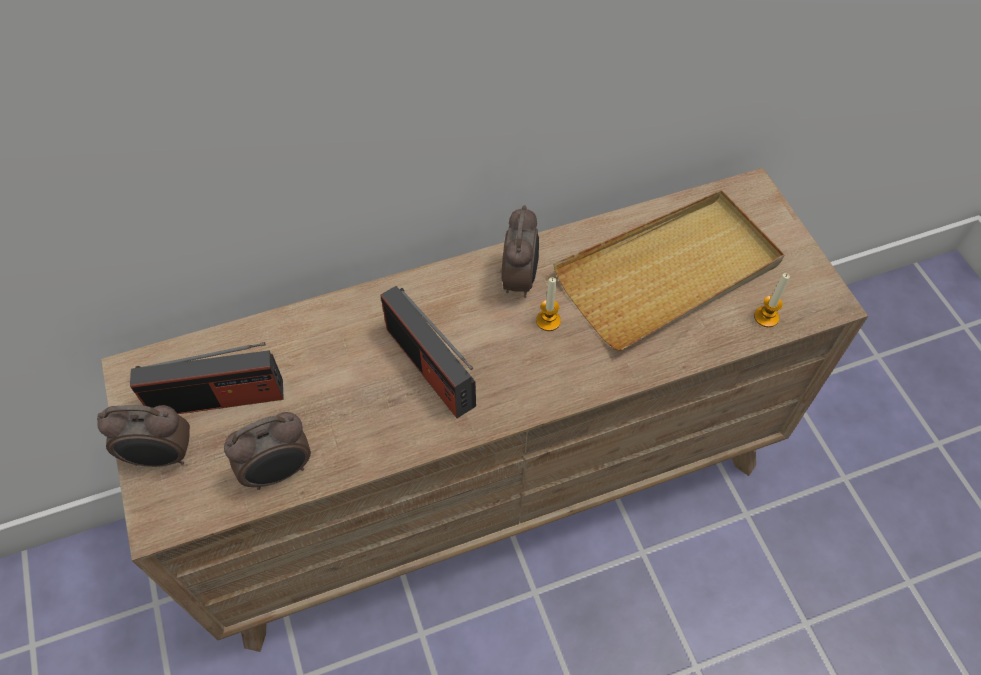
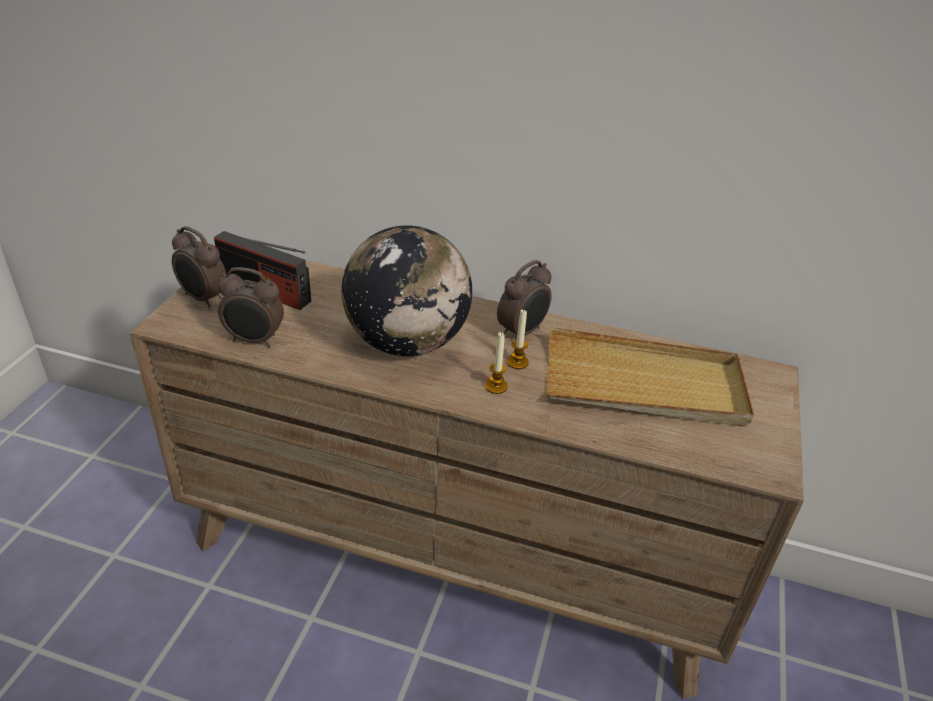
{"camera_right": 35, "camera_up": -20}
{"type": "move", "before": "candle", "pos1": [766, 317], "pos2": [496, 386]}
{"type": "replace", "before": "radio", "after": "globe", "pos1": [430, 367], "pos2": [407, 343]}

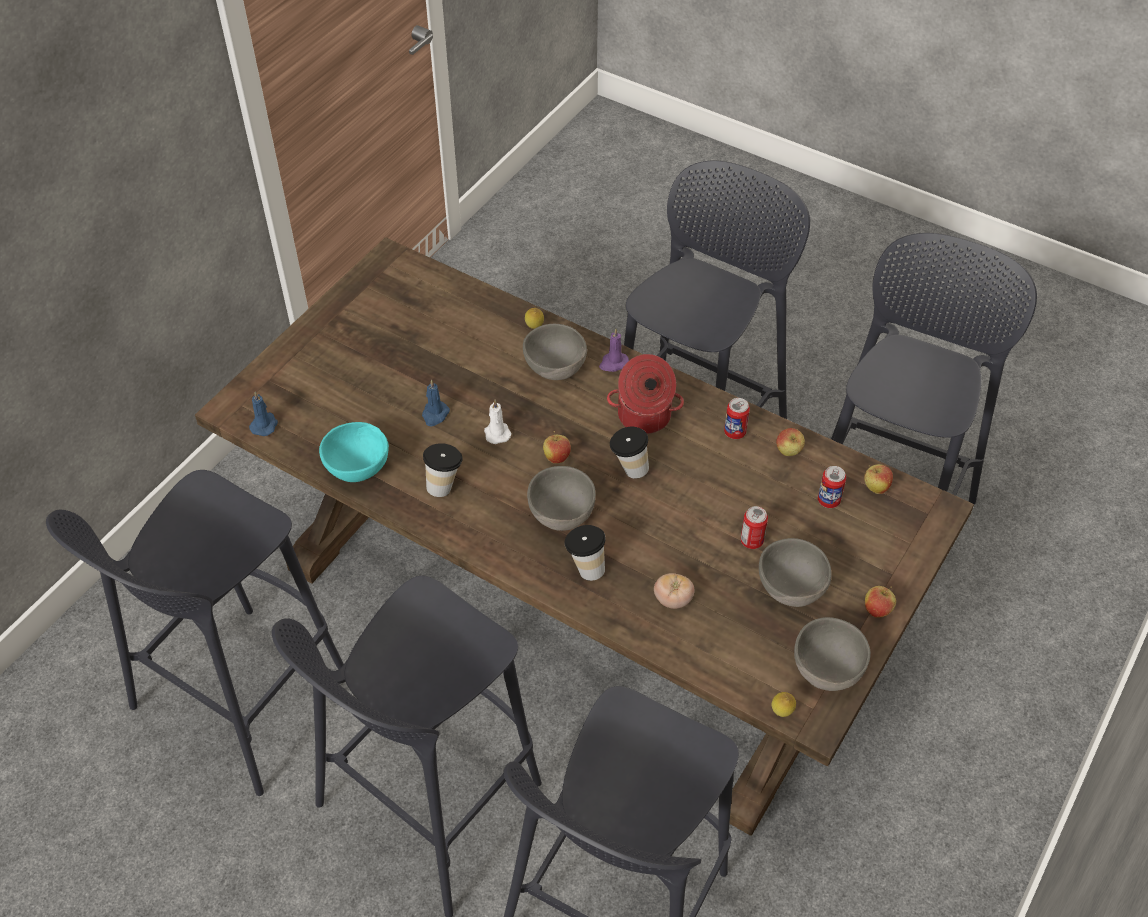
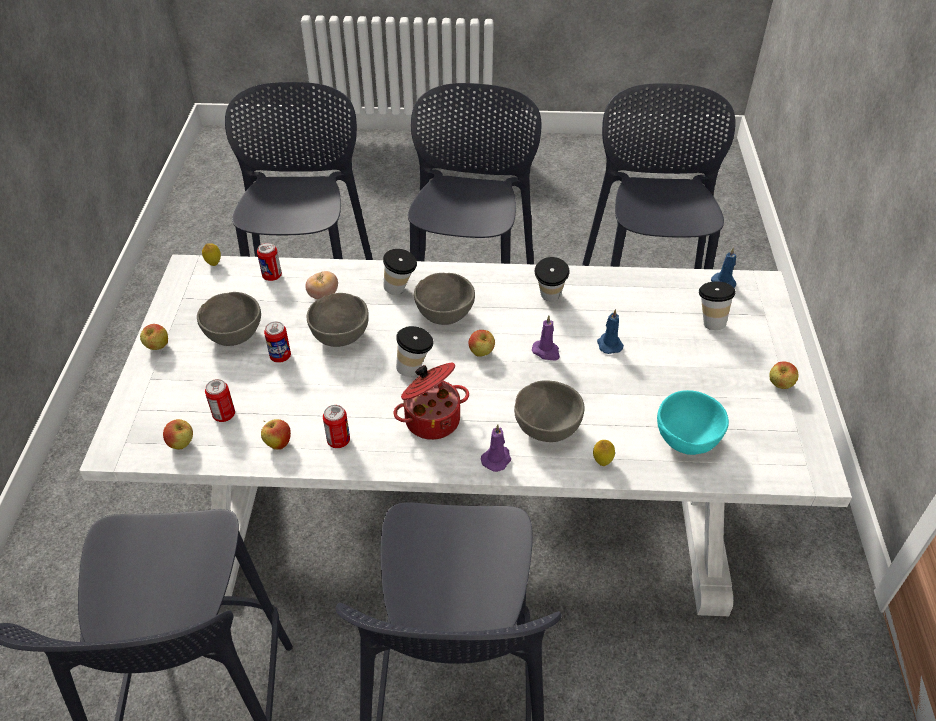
{"camera_right": 150, "camera_up": -5}
{"type": "recolor", "before": "brown_dining_table", "after": "white_dining_table", "pos1": [571, 601], "pos2": [469, 501]}
{"type": "recolor", "before": "white_candle", "after": "purple_candle", "pos1": [497, 432], "pos2": [546, 352]}
{"type": "move", "before": "turquoise_bowl", "pos1": [359, 469], "pos2": [685, 440]}
{"type": "move", "before": "grey_bowl", "pos1": [825, 670], "pos2": [341, 336]}
{"type": "insert", "after": "can", "pos2": [272, 276]}
{"type": "insert", "after": "cup", "pos2": [709, 321]}
{"type": "insert", "after": "apple", "pos2": [779, 385]}

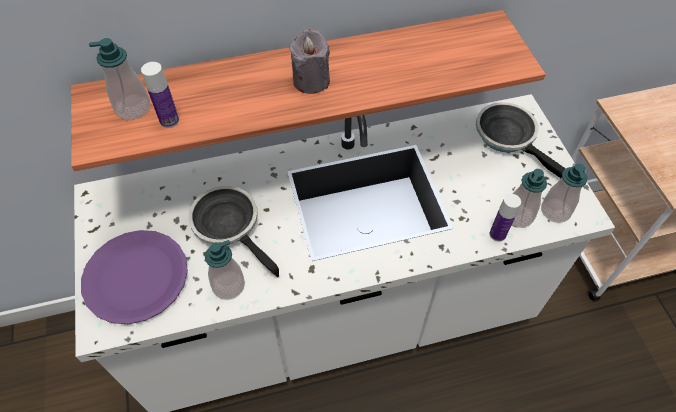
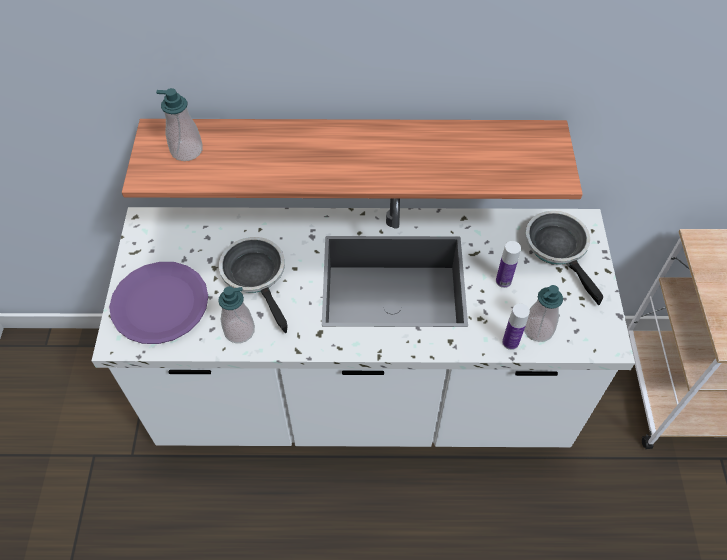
{"camera_right": 15, "camera_up": 0}
{"type": "delete", "before": "grey_candle", "pos1": [311, 81]}
{"type": "move", "before": "bottle", "pos1": [169, 120], "pos2": [503, 281]}
{"type": "delete", "before": "soap_dispenser", "pos1": [555, 211]}

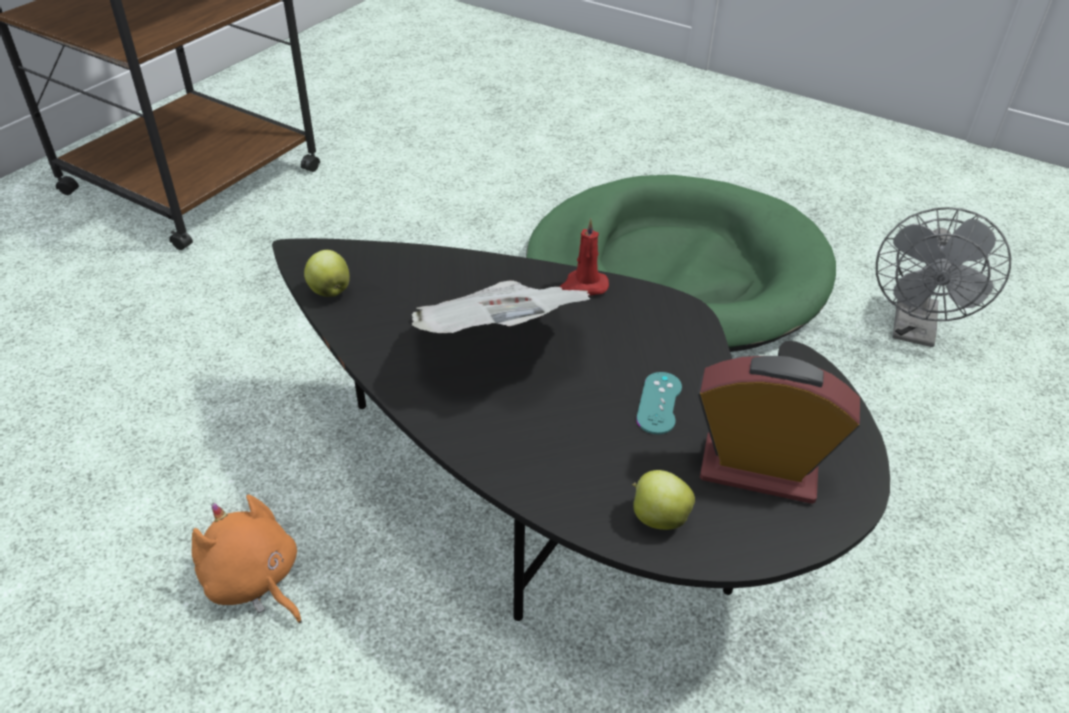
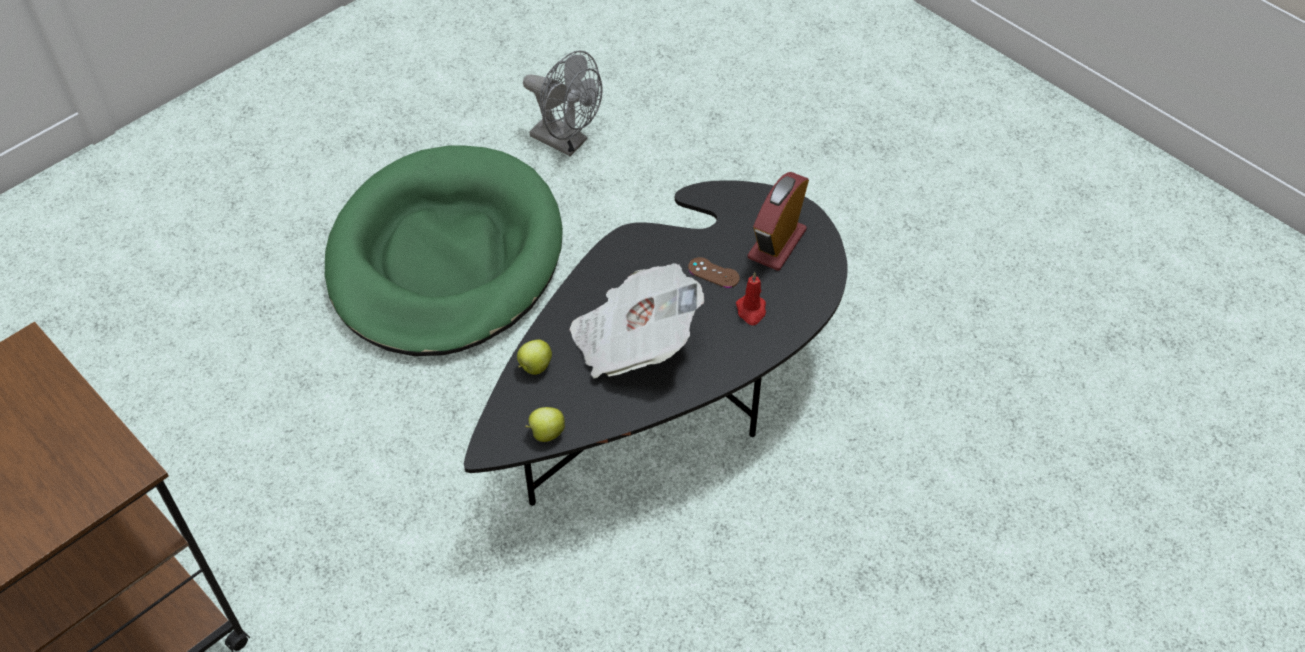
{"camera_right": -75, "camera_up": 10}
{"type": "move", "before": "red_candle", "pos1": [583, 286], "pos2": [751, 311]}
{"type": "recolor", "before": "turquoise_game_controller", "after": "brown_game_controller", "pos1": [659, 403], "pos2": [713, 273]}
{"type": "move", "before": "apple", "pos1": [657, 517], "pos2": [534, 367]}
{"type": "delete", "before": "orange_plush_toy", "pos1": [254, 581]}

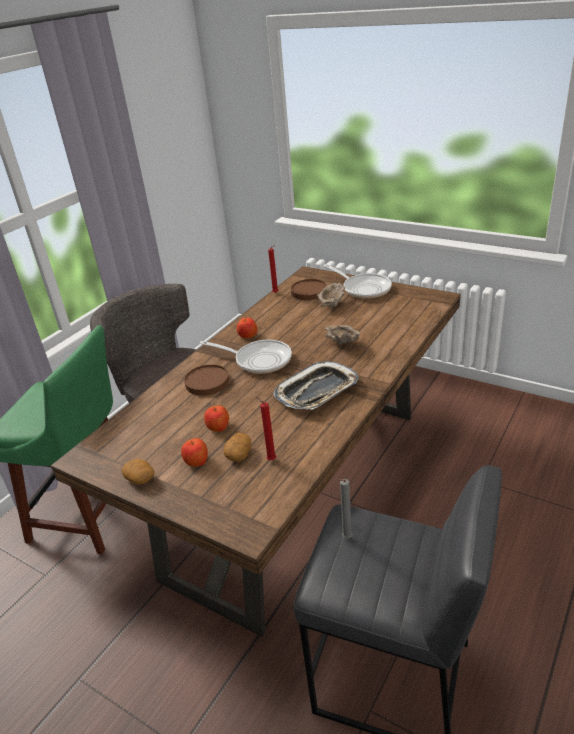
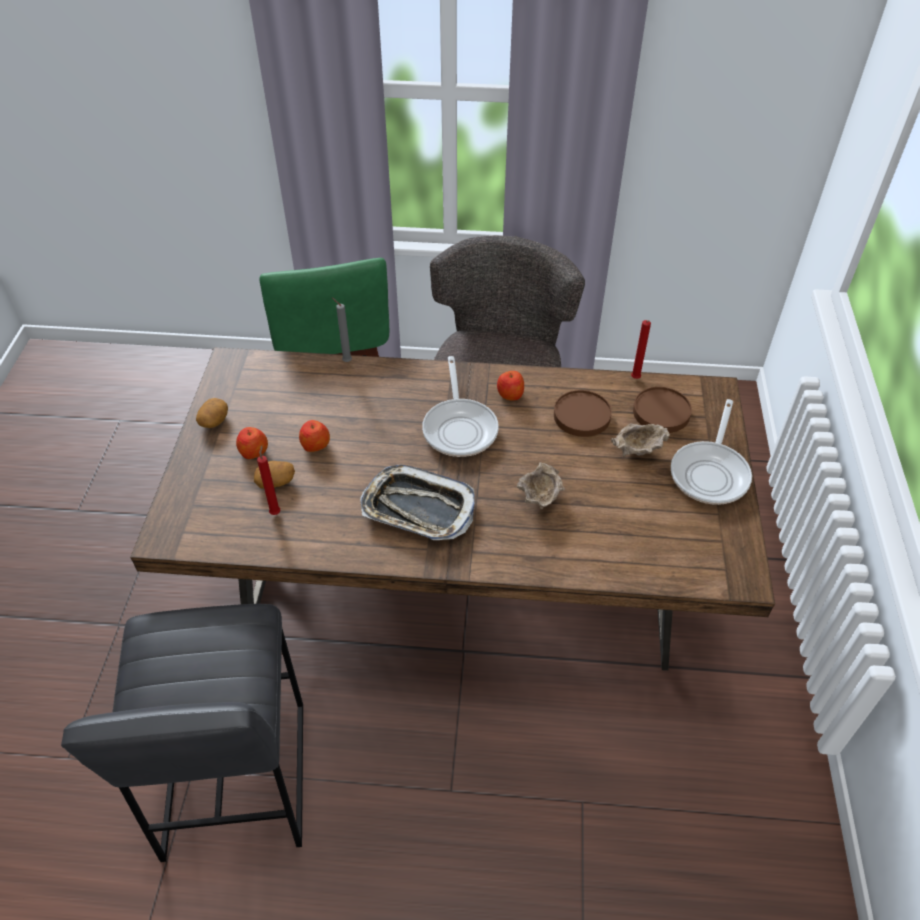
{"camera_right": 60, "camera_up": 15}
{"type": "move", "before": "brown_plate", "pos1": [207, 382], "pos2": [582, 416]}
{"type": "move", "before": "grey_candle", "pos1": [345, 538], "pos2": [345, 361]}

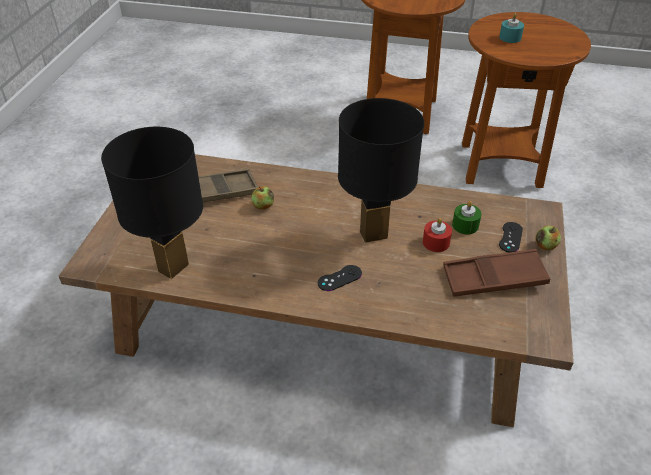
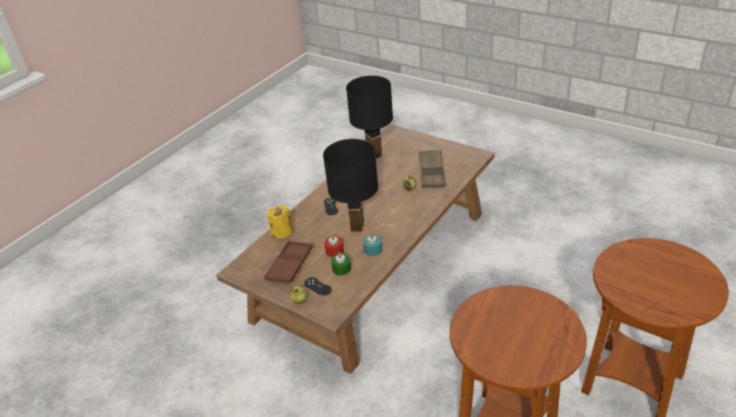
{"camera_right": 115, "camera_up": -5}
{"type": "move", "before": "turquoise_candle", "pos1": [510, 38], "pos2": [373, 250]}
{"type": "insert", "after": "yellow_candle", "pos2": [282, 232]}

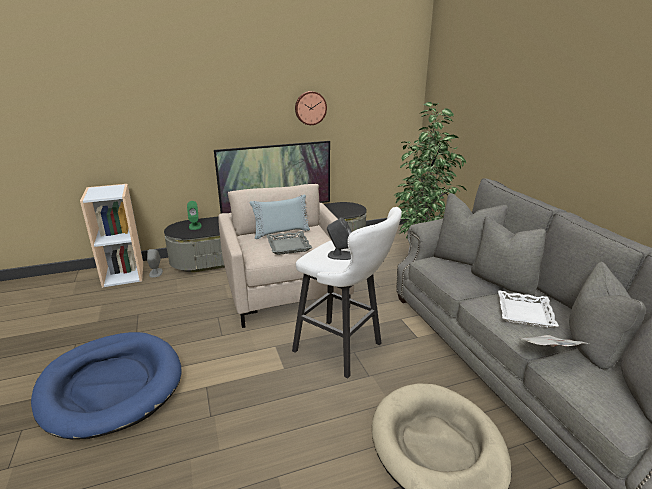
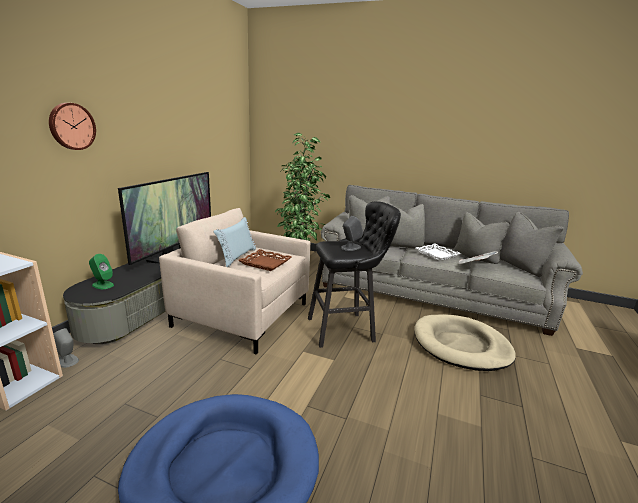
{"camera_right": -50, "camera_up": -5}
{"type": "move", "before": "wall_clock", "pos1": [310, 108], "pos2": [71, 126]}
{"type": "recolor", "before": "white_stool", "after": "black_stool", "pos1": [346, 351], "pos2": [348, 329]}
{"type": "recolor", "before": "grey_tray", "after": "brown_tray", "pos1": [288, 246], "pos2": [265, 263]}

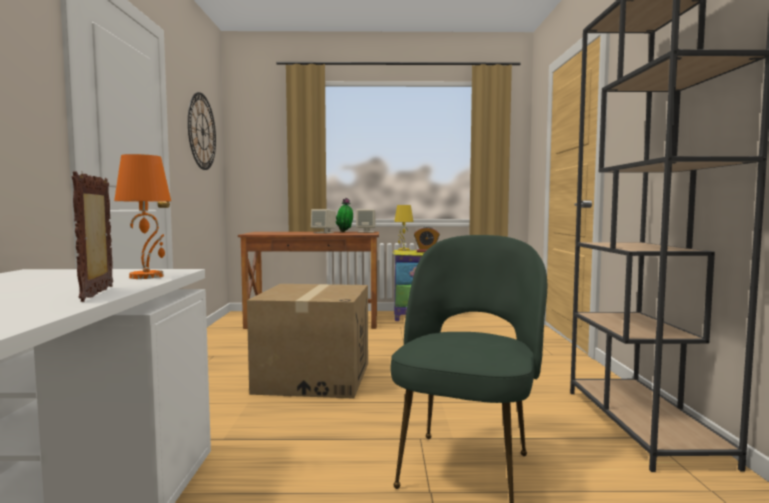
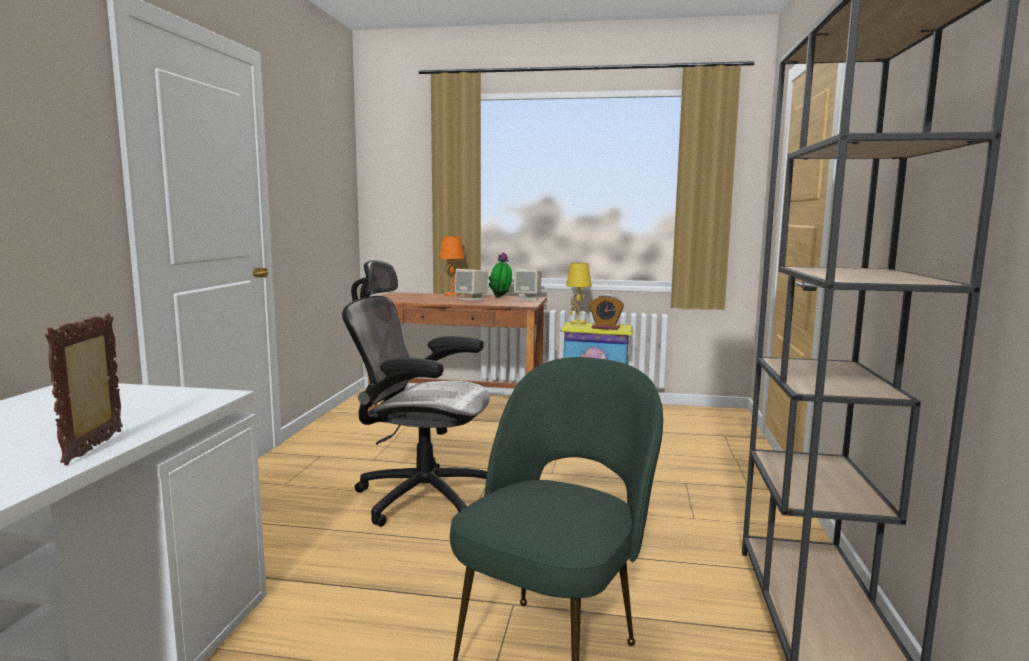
{"camera_right": 10, "camera_up": 5}
{"type": "delete", "before": "wall_clock", "pos1": [202, 131]}
{"type": "move", "before": "orange_table_lamp", "pos1": [147, 276], "pos2": [452, 295]}
{"type": "replace", "before": "cardboard_box", "after": "office_chair", "pos1": [313, 377], "pos2": [423, 499]}

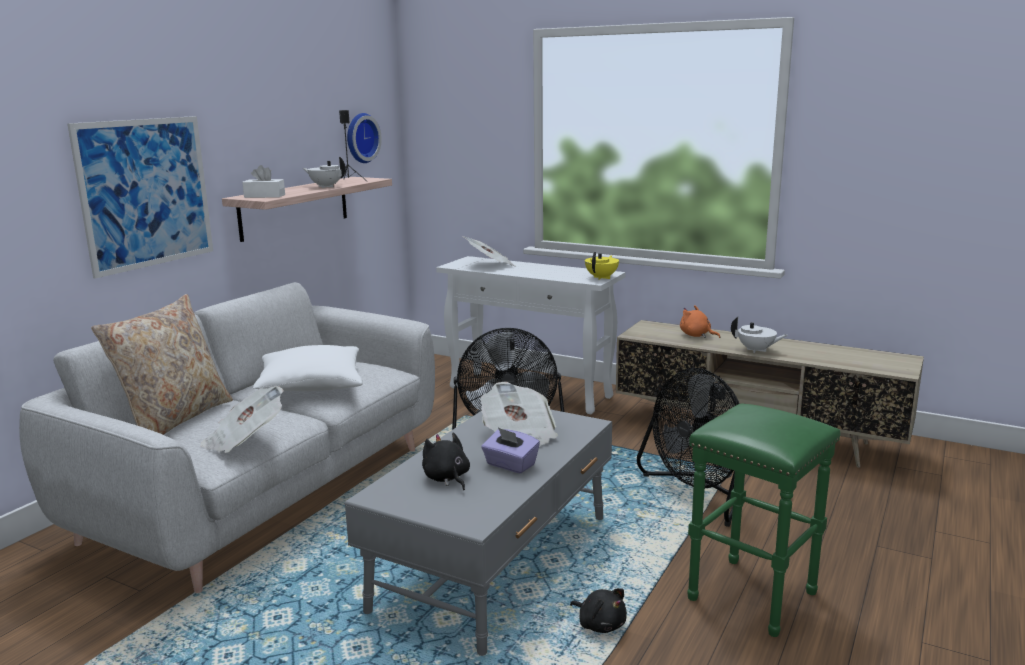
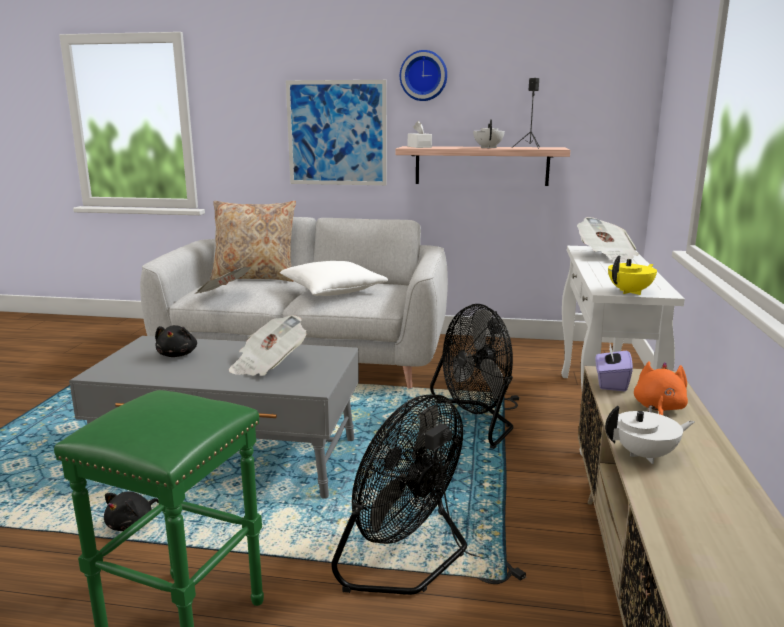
{"camera_right": 70, "camera_up": 0}
{"type": "move", "before": "wall_clock", "pos1": [360, 138], "pos2": [423, 76]}
{"type": "rotate", "before": "yellow_teapot", "pos1": [602, 277], "pos2": [630, 292], "turn": -45}
{"type": "rotate", "before": "white_teapot", "pos1": [756, 350], "pos2": [645, 455], "turn": -105}
{"type": "move", "before": "purple_tissue_box", "pos1": [510, 465], "pos2": [611, 383]}
{"type": "rotate", "before": "black_plush_toy", "pos1": [447, 478], "pos2": [178, 354], "turn": 135}

